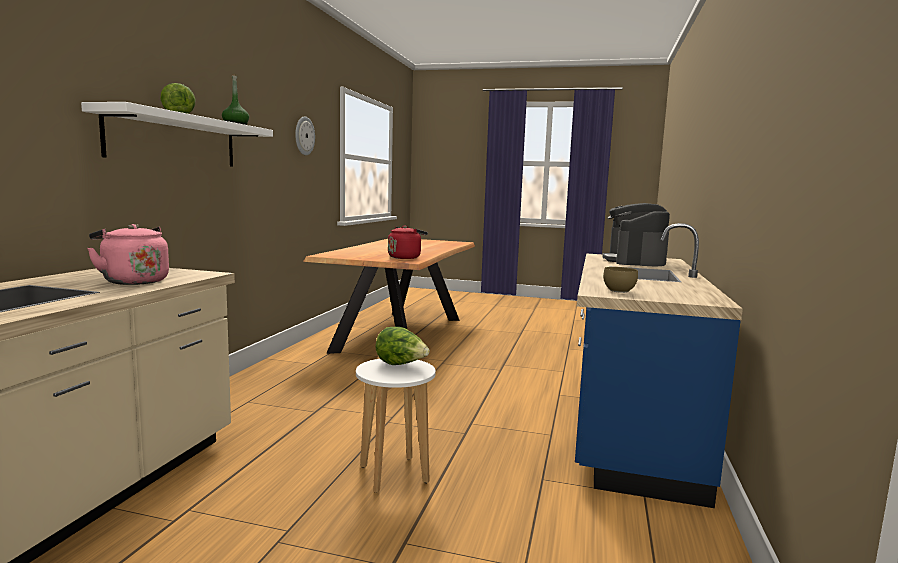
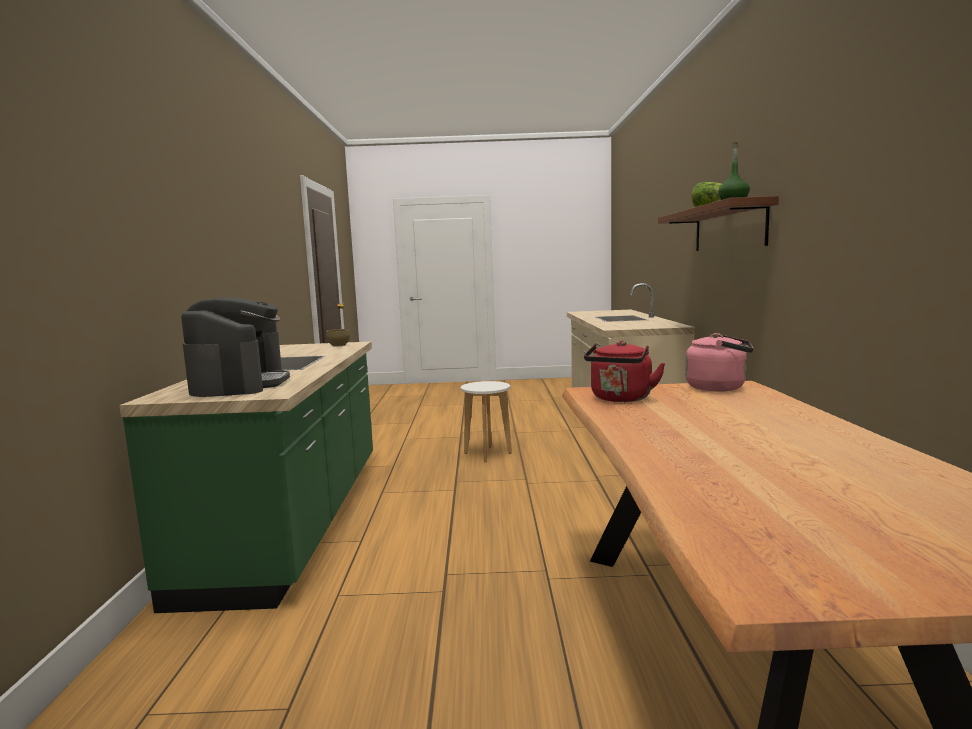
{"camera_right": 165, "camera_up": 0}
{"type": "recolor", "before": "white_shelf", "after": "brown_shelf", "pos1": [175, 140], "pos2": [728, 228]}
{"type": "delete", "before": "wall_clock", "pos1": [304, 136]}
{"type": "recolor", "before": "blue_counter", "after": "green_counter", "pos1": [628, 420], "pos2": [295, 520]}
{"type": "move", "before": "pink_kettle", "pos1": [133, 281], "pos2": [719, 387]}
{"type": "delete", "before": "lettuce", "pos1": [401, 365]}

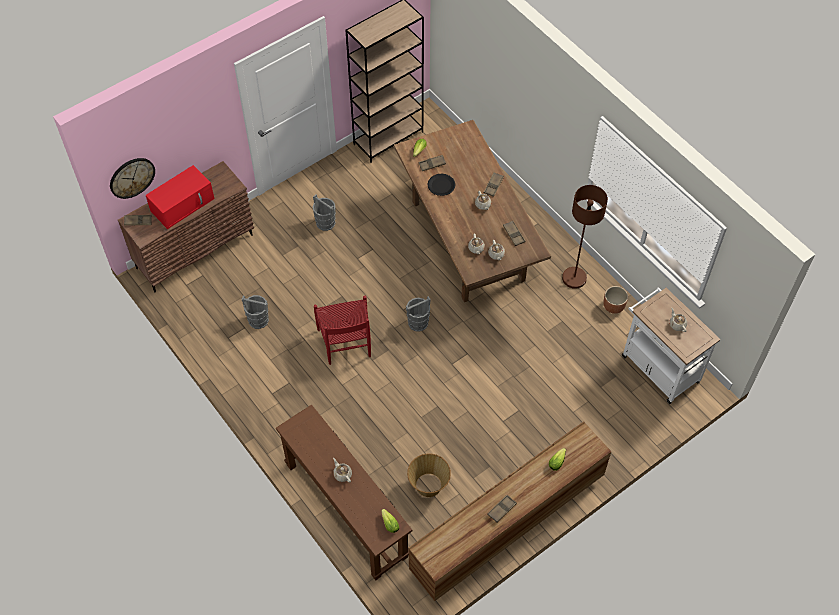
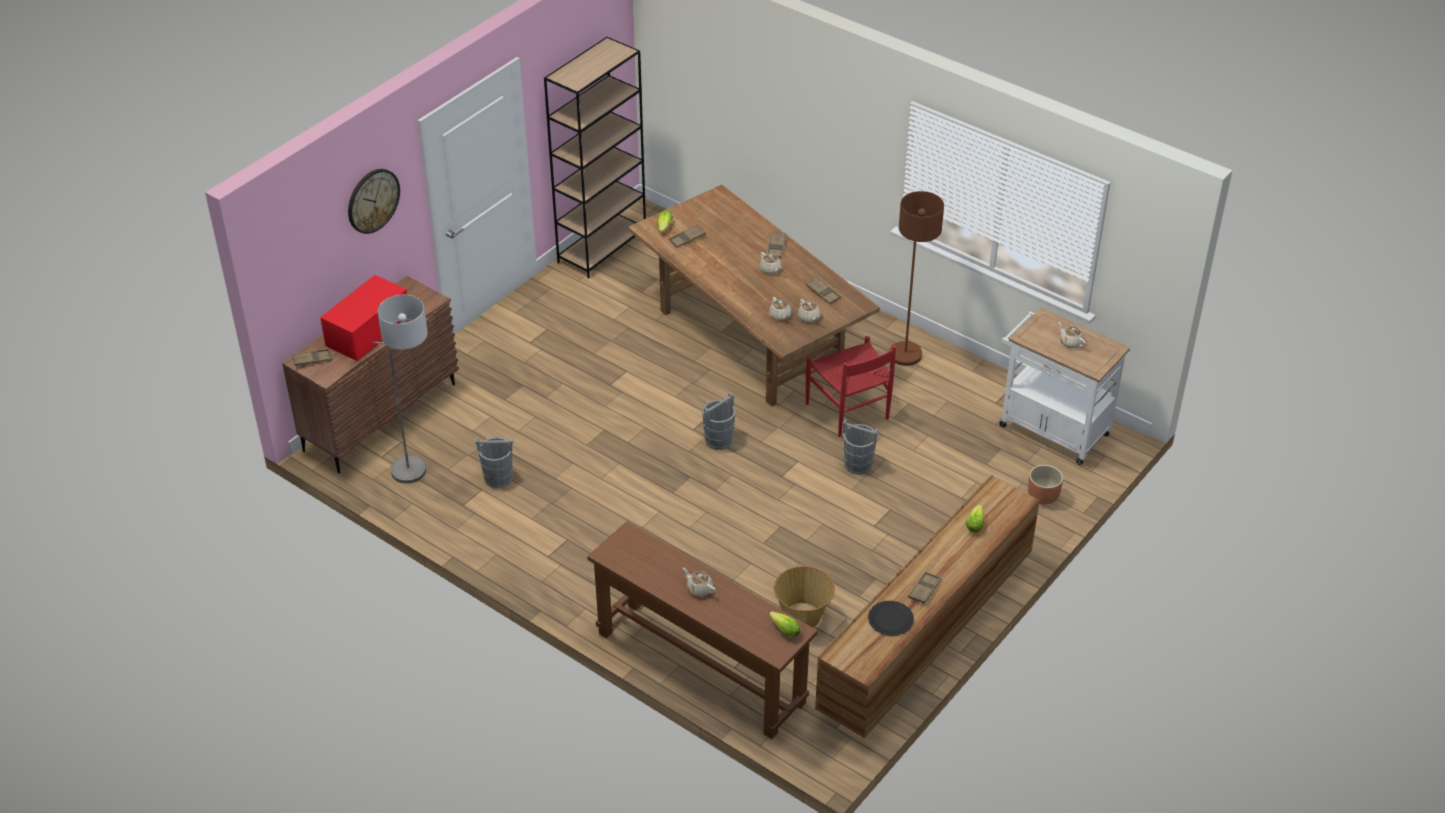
{"camera_right": -15, "camera_up": -15}
{"type": "move", "before": "wall_clock", "pos1": [132, 177], "pos2": [373, 200]}
{"type": "move", "before": "black_plate", "pos1": [441, 185], "pos2": [890, 619]}
{"type": "move", "before": "grey_bucket", "pos1": [325, 223], "pos2": [858, 464]}
{"type": "move", "before": "brown_planter", "pos1": [613, 306], "pos2": [1043, 496]}
{"type": "move", "before": "red_chair", "pos1": [346, 343], "pos2": [849, 411]}
{"type": "insert", "after": "grey_floor_lamp", "pos2": [419, 472]}

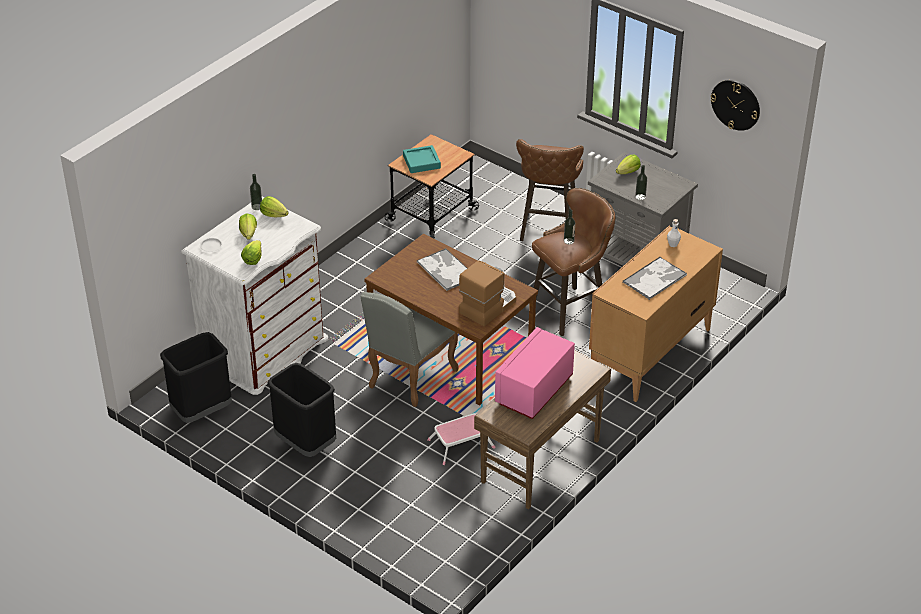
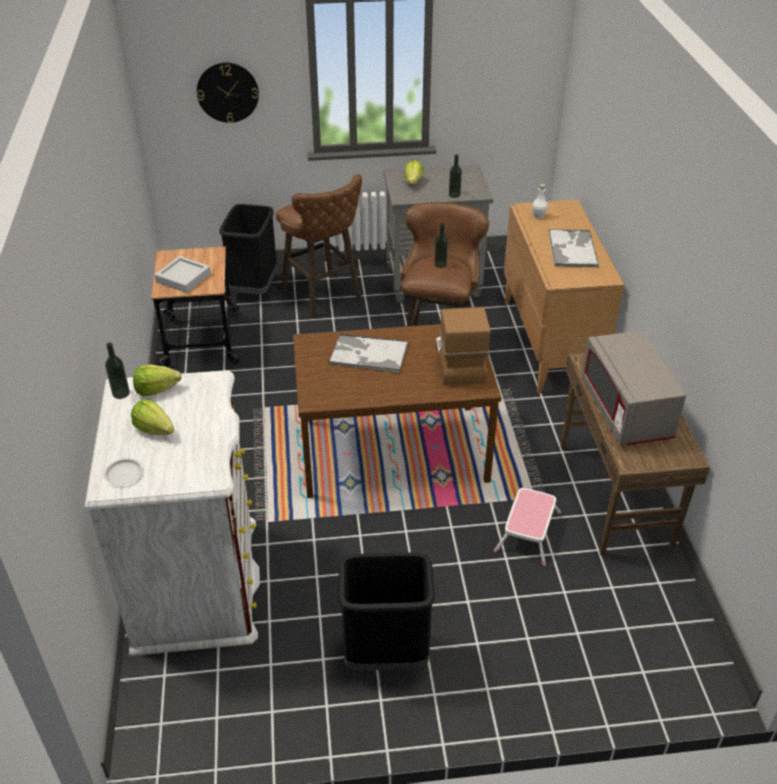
{"camera_right": -45, "camera_up": 0}
{"type": "move", "before": "wall_clock", "pos1": [735, 104], "pos2": [227, 92]}
{"type": "recolor", "before": "turquoise_tray", "after": "grey_tray", "pos1": [421, 162], "pos2": [183, 278]}
{"type": "delete", "before": "lettuce", "pos1": [253, 259]}
{"type": "delete", "before": "grey_chair", "pos1": [409, 378]}
{"type": "recolor", "before": "pink_microwave", "after": "grey_microwave", "pos1": [534, 390], "pos2": [625, 411]}
{"type": "move", "before": "black_trash_can", "pos1": [202, 411], "pos2": [254, 288]}

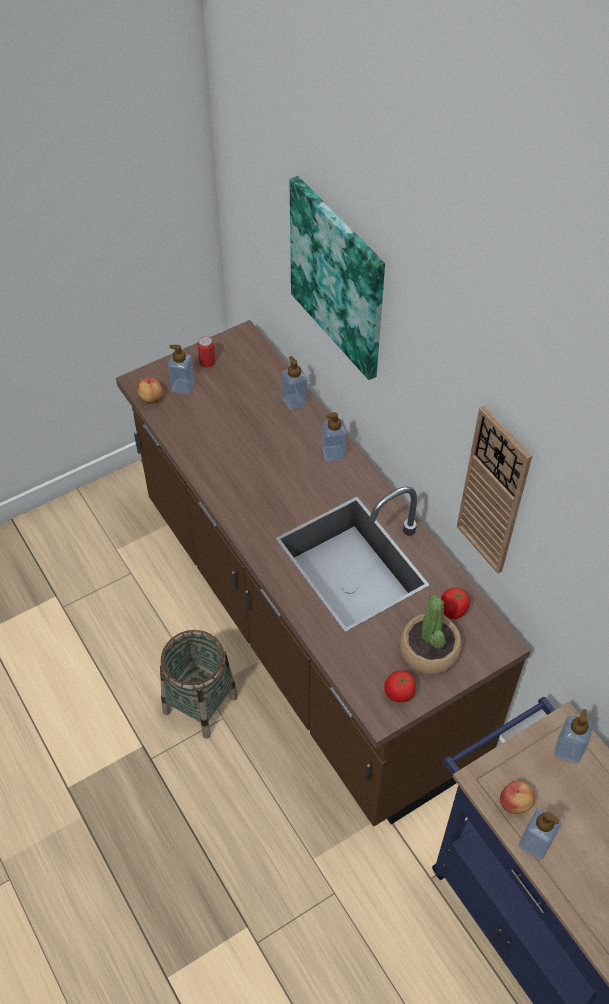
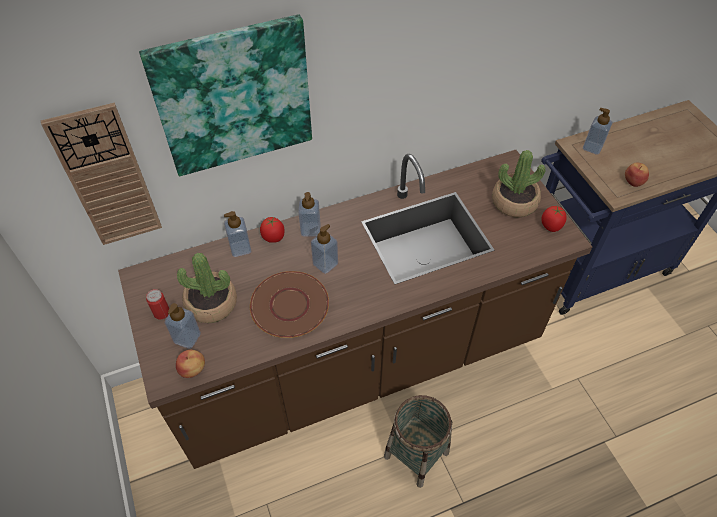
{"camera_right": -80, "camera_up": 0}
{"type": "move", "before": "wall_clock", "pos1": [493, 492], "pos2": [107, 178]}
{"type": "move", "before": "tomato", "pos1": [453, 611], "pos2": [273, 237]}
{"type": "move", "before": "soap_dispenser", "pos1": [535, 843], "pos2": [325, 264]}
{"type": "insert", "after": "potted_plant", "pos2": [211, 304]}
{"type": "insert", "after": "brown_plate", "pos2": [290, 305]}

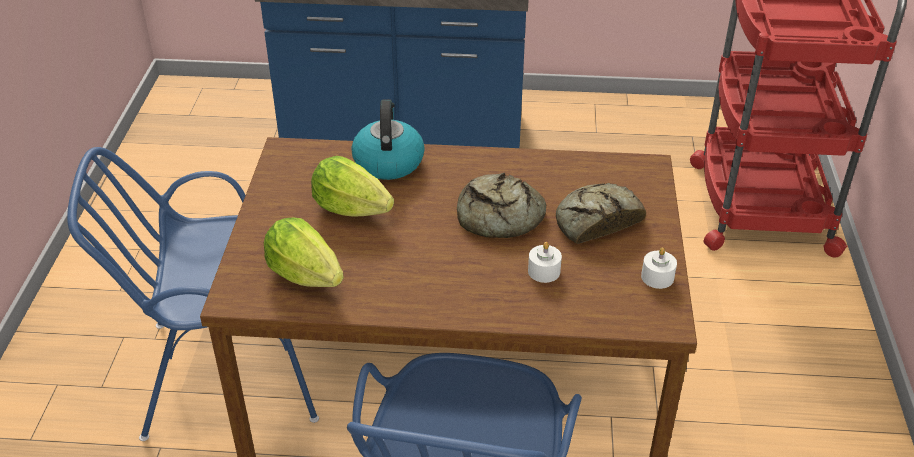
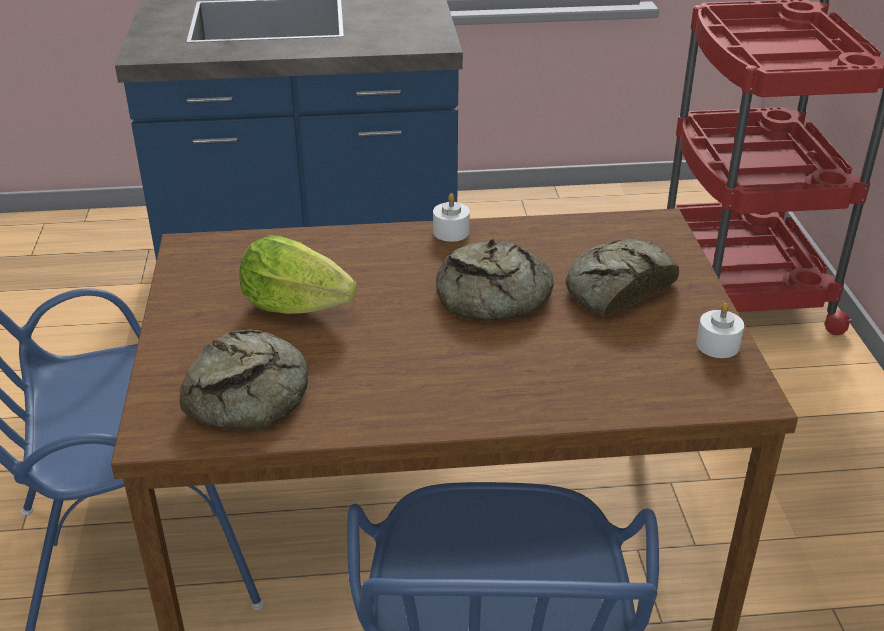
{"camera_right": -10, "camera_up": -5}
{"type": "delete", "before": "kettle", "pos1": [388, 161]}
{"type": "replace", "before": "lettuce", "after": "bread", "pos1": [305, 274], "pos2": [252, 393]}
{"type": "move", "before": "white_candle", "pos1": [544, 271], "pos2": [451, 232]}

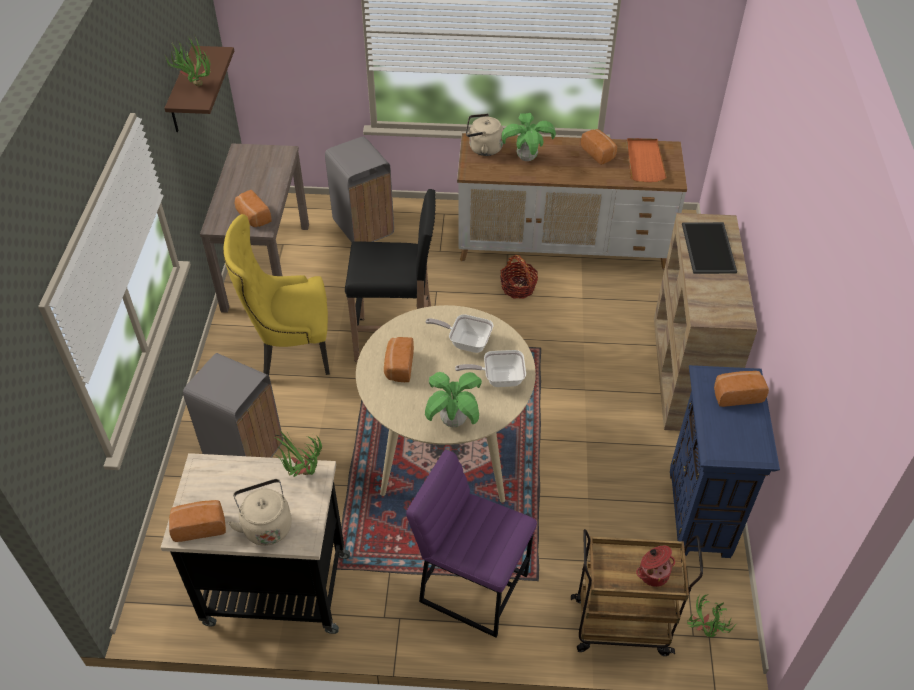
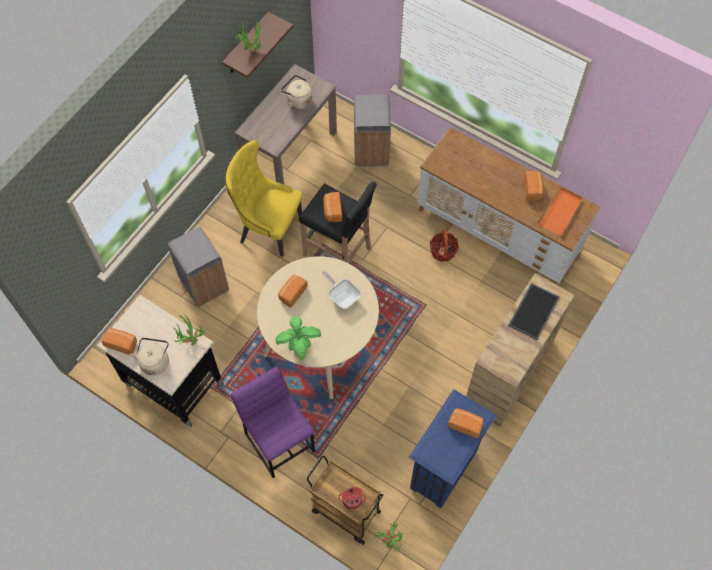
{"camera_right": 30, "camera_up": 15}
{"type": "move", "before": "beige_kettle", "pos1": [483, 148], "pos2": [298, 100]}
{"type": "delete", "before": "potted_plant", "pos1": [526, 158]}
{"type": "move", "before": "bread", "pos1": [253, 217], "pos2": [332, 211]}
{"type": "delete", "before": "frying_pan", "pos1": [498, 378]}

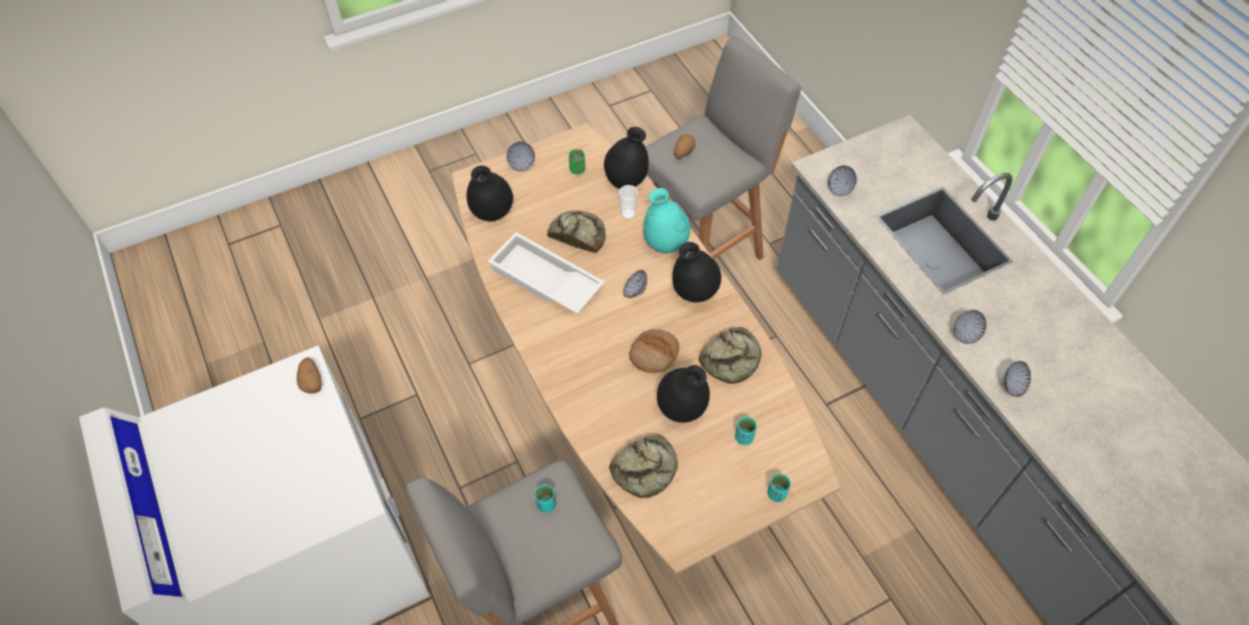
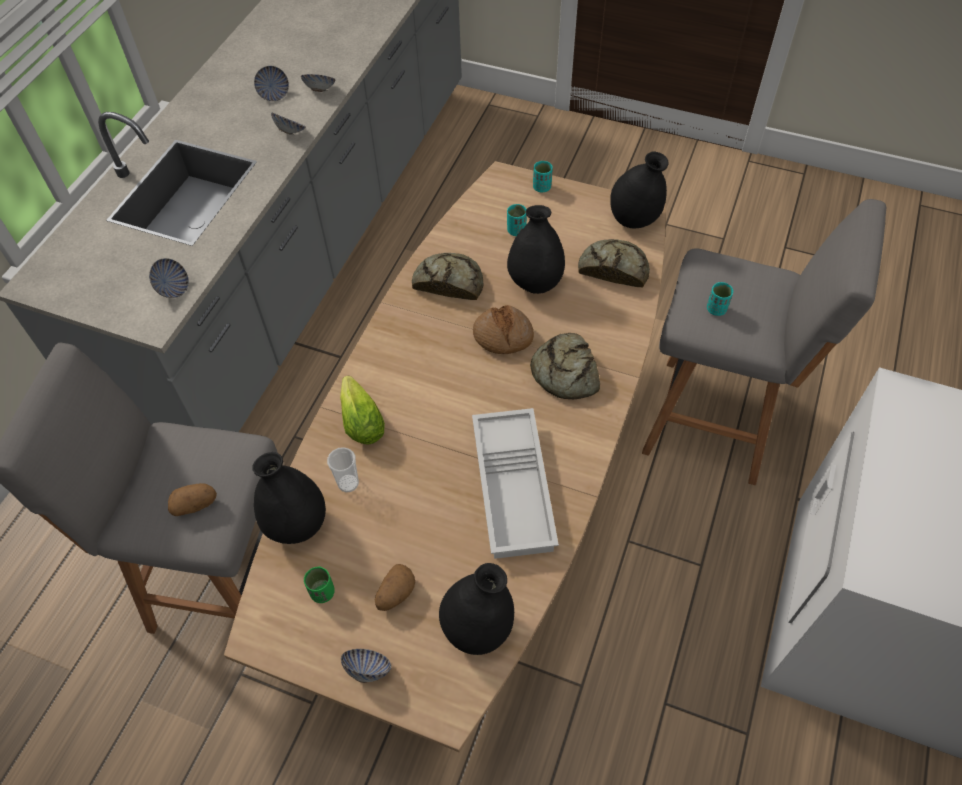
{"camera_right": -130, "camera_up": 0}
{"type": "replace", "before": "turquoise_vase", "after": "lettuce", "pos1": [665, 244], "pos2": [361, 418]}
{"type": "move", "before": "bread", "pos1": [578, 234], "pos2": [565, 373]}
{"type": "move", "before": "black_vase", "pos1": [694, 292], "pos2": [634, 219]}
{"type": "move", "before": "bowl", "pos1": [635, 291], "pos2": [274, 94]}
{"type": "move", "before": "potato", "pos1": [312, 381], "pos2": [395, 594]}

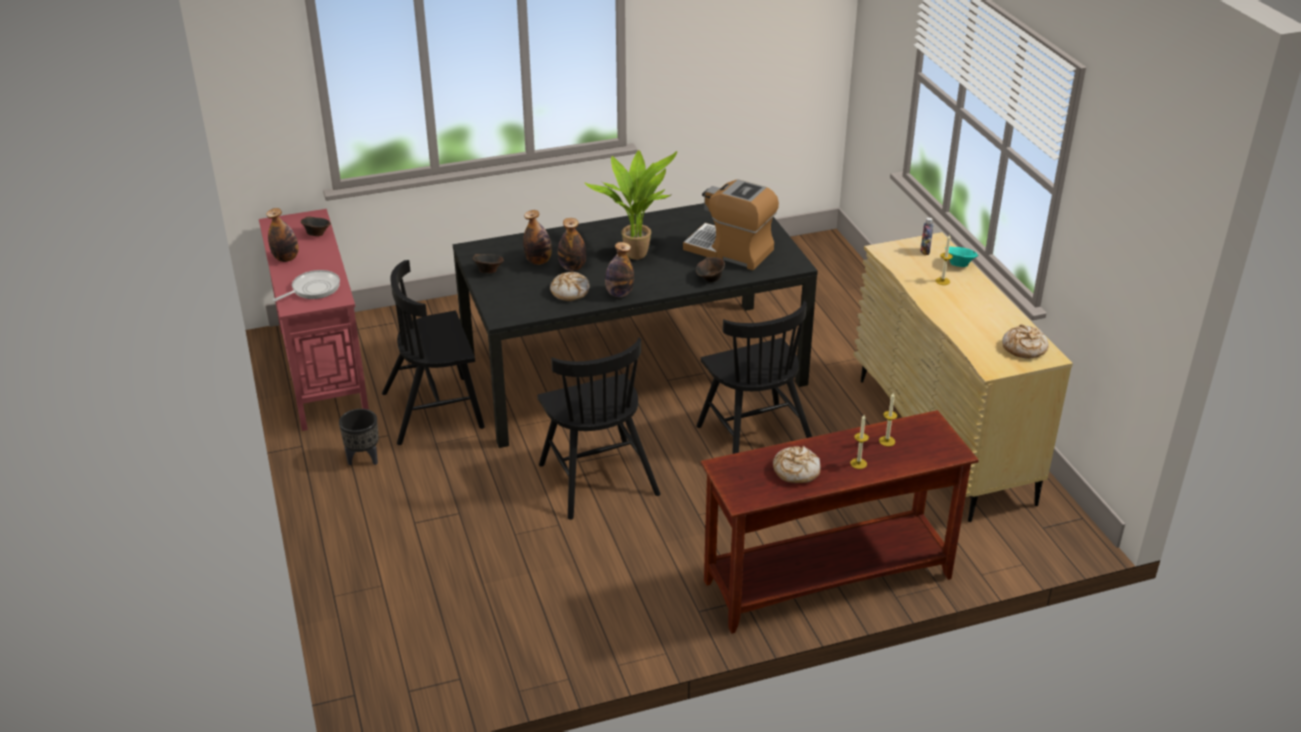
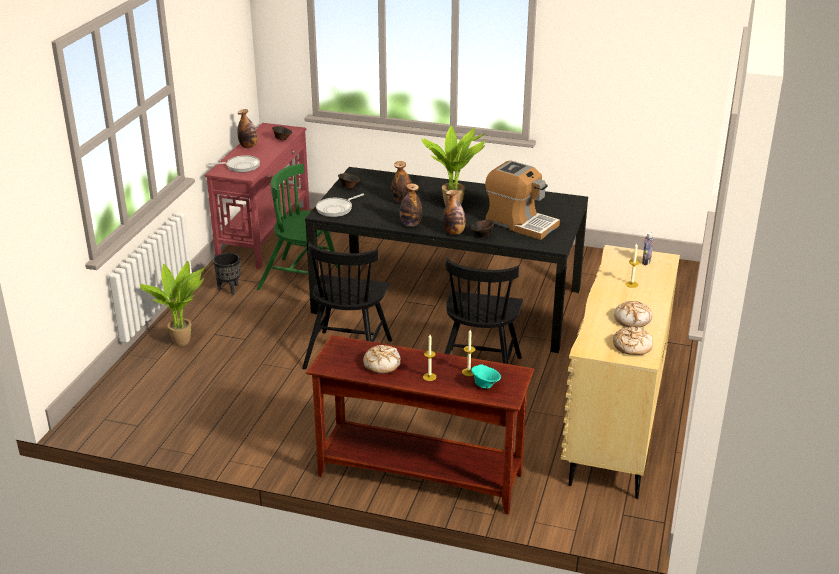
{"camera_right": 35, "camera_up": -5}
{"type": "rotate", "before": "coffee_machine", "pos1": [730, 250], "pos2": [520, 223], "turn": 150}
{"type": "move", "before": "bottle", "pos1": [538, 261], "pos2": [454, 232]}
{"type": "move", "before": "turquoise_bowl", "pos1": [958, 264], "pos2": [485, 385]}
{"type": "recolor", "before": "black_chair", "after": "green_chair", "pos1": [439, 408], "pos2": [303, 278]}
{"type": "move", "before": "bread", "pos1": [570, 291], "pos2": [632, 319]}
{"type": "insert", "after": "frying_pan", "pos2": [336, 209]}
{"type": "insert", "after": "potted_plant", "pos2": [183, 341]}

